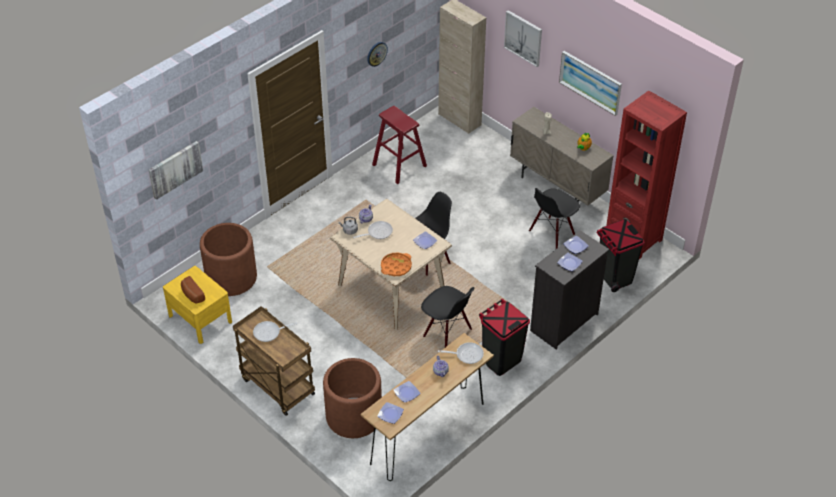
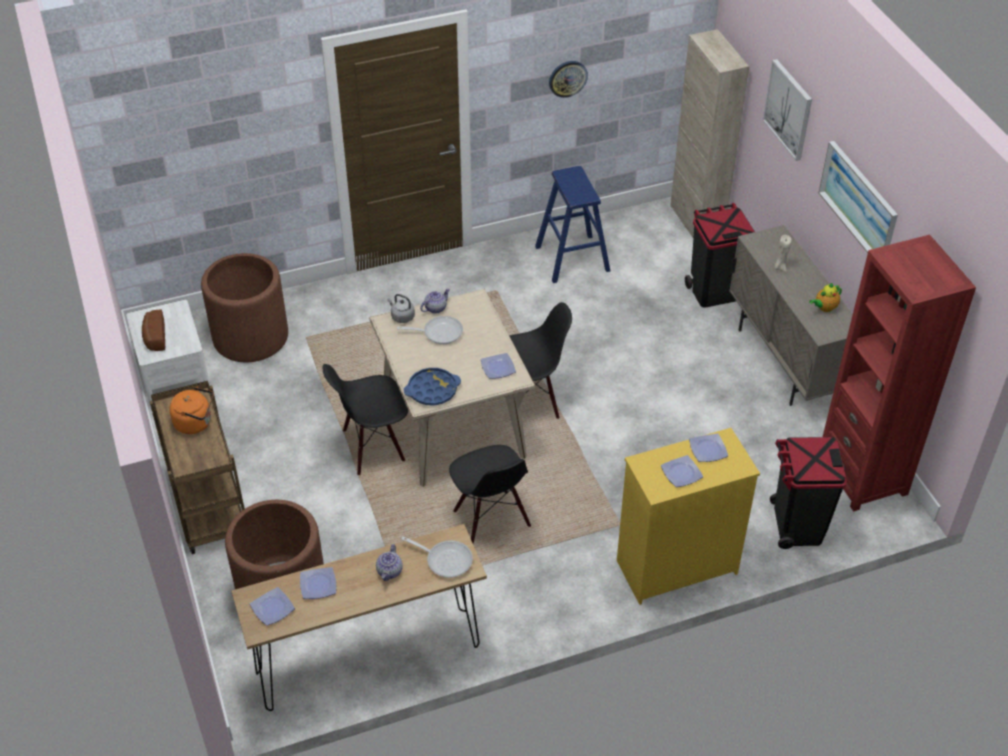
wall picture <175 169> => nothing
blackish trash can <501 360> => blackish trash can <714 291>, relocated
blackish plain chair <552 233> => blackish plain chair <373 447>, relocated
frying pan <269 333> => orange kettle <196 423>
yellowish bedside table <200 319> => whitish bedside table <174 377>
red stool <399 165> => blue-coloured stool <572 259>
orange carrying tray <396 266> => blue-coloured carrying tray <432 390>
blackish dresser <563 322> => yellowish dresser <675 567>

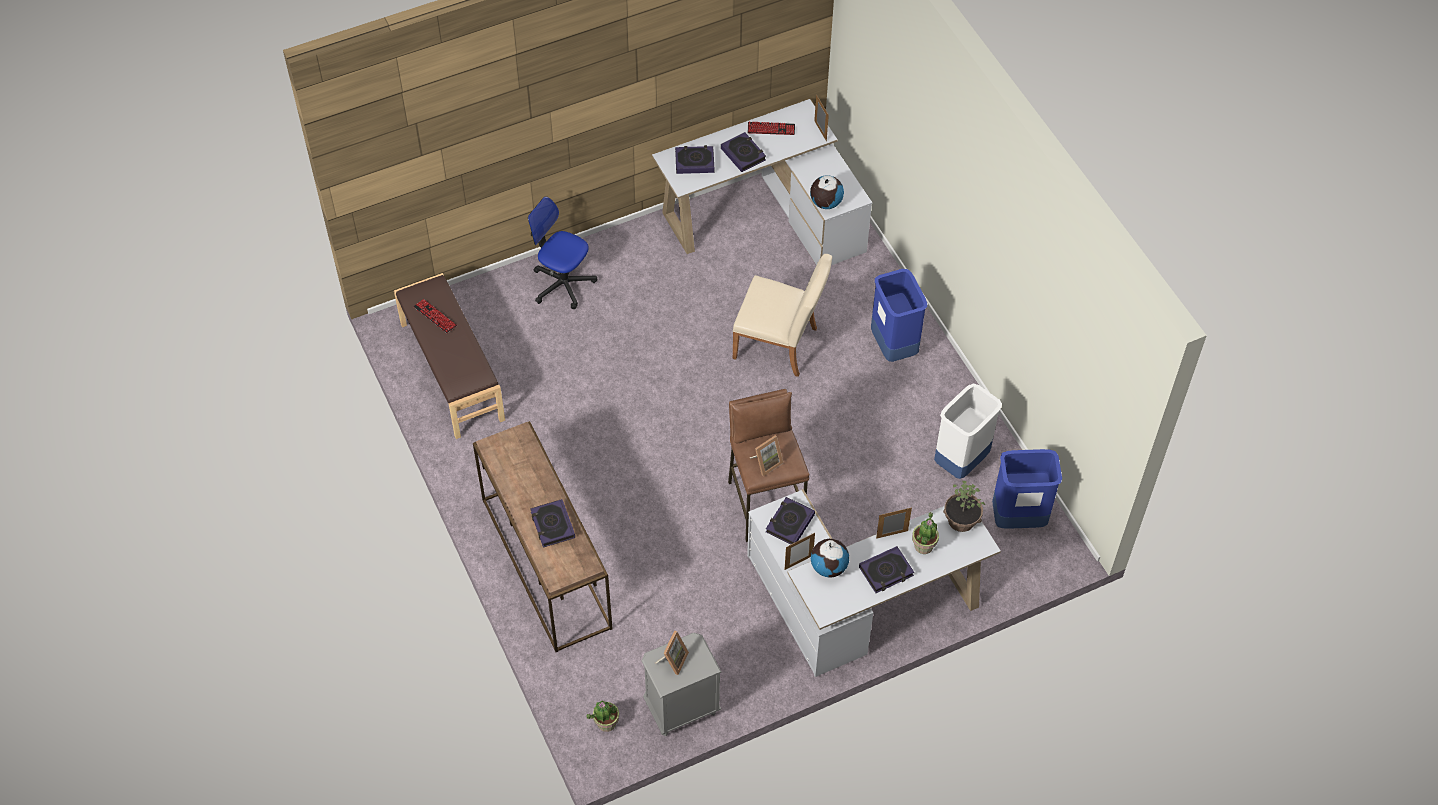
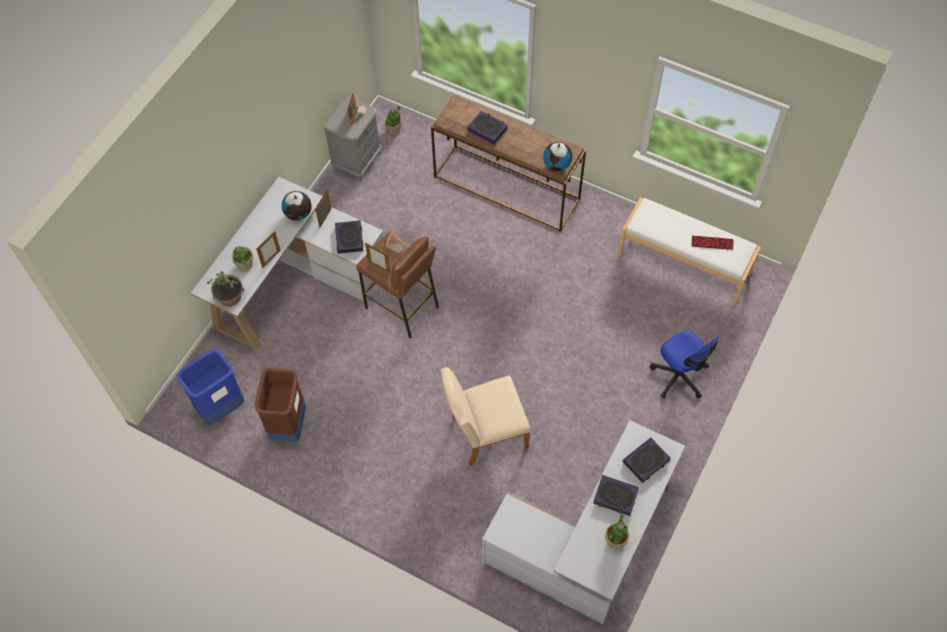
volume <886 572> => nothing
blue-coloured trash can <894 346> => nothing
desk globe <825 203> => desk globe <557 165>, relocated
picture frame <820 131> => picture frame <379 267>, relocated
computer keyboard <771 129> => houseplant <615 540>
brown-coloured indoor bench <451 372> => whitish indoor bench <684 263>
whitish trash can <961 462> => brown-coloured trash can <288 425>
office chair <563 283> => office chair <679 375>, 60 degrees clockwise

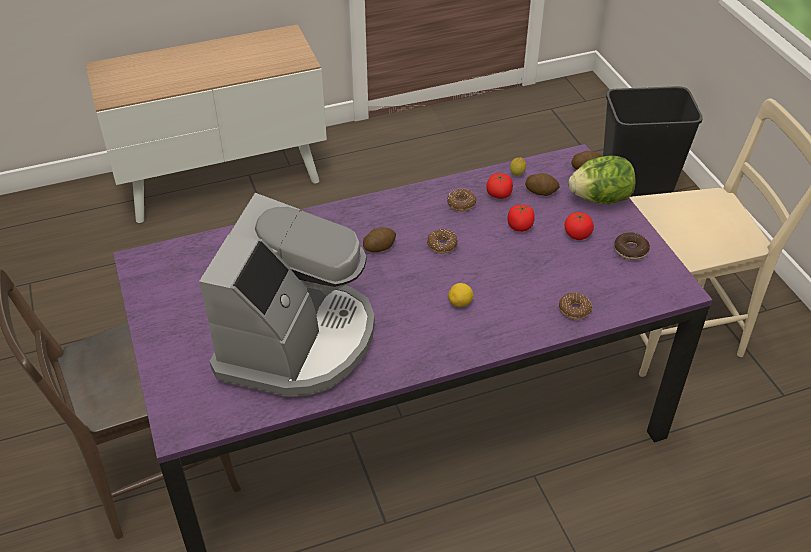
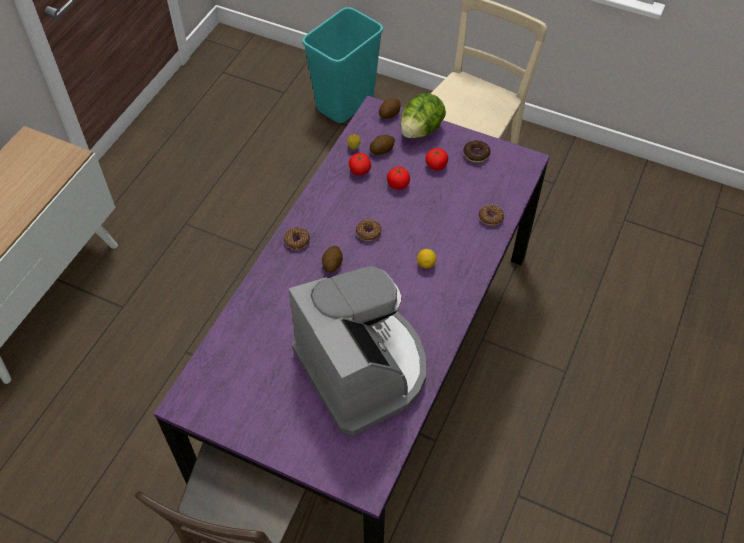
doughnut <461 204> => doughnut <297 241>, relocated
blackish trash can <634 193> => turquoise trash can <344 103>

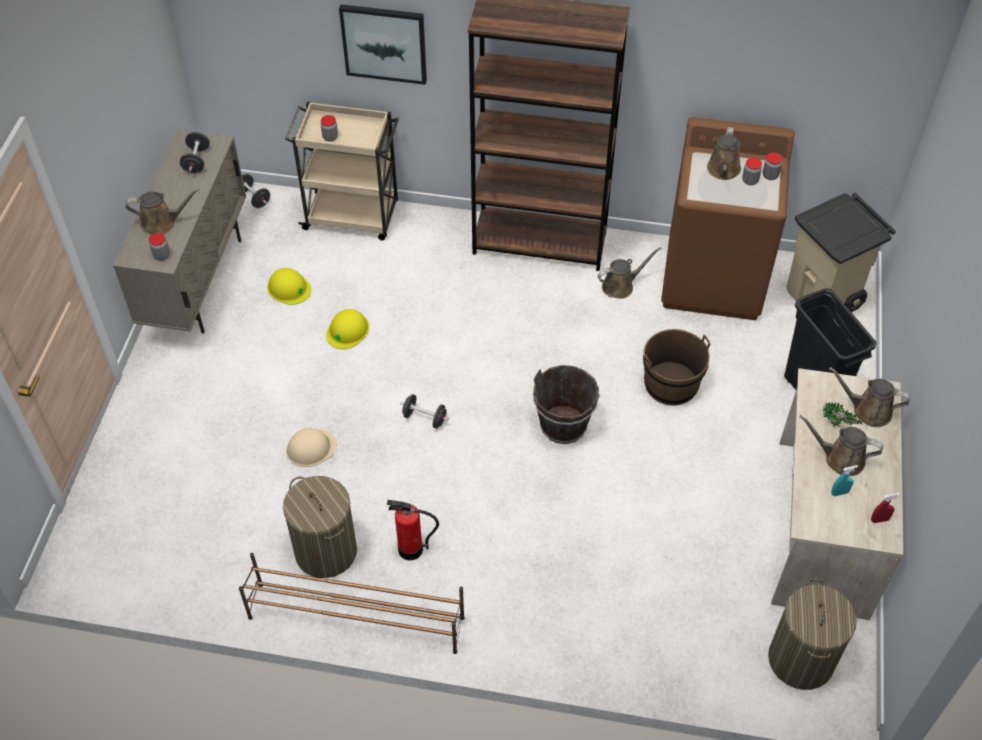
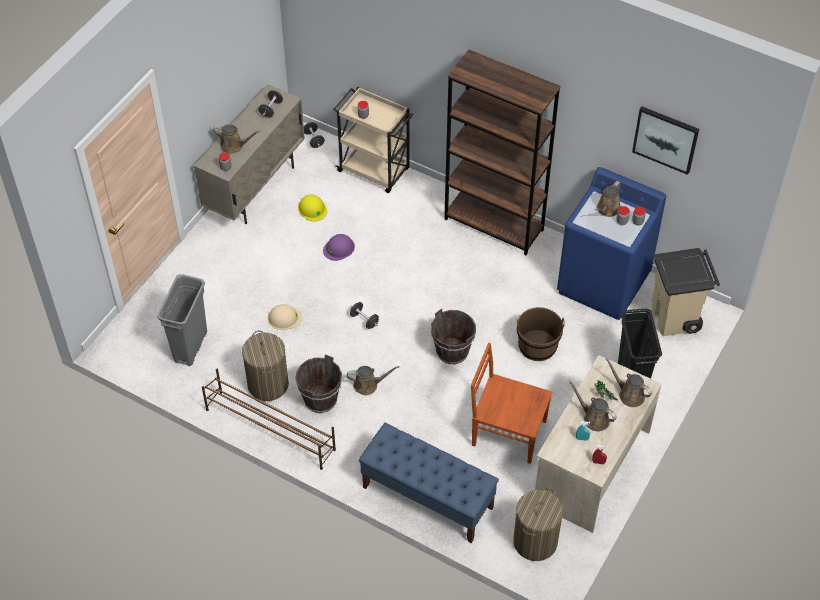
nothing => gray trash can <191 346>
nothing => blue-coloured indoor bench <427 497>
nothing => brown-coloured plain chair <507 432>
wall picture <384 43> => wall picture <665 139>, relocated
brown-coloured watering can <620 286> => brown-coloured watering can <368 385>, relocated
extinguisher <410 549> => brown-coloured pail <320 399>
yellowish work helmet <347 330> => purple work helmet <339 248>
brown-coloured washing machine <714 278> => blue-coloured washing machine <604 283>

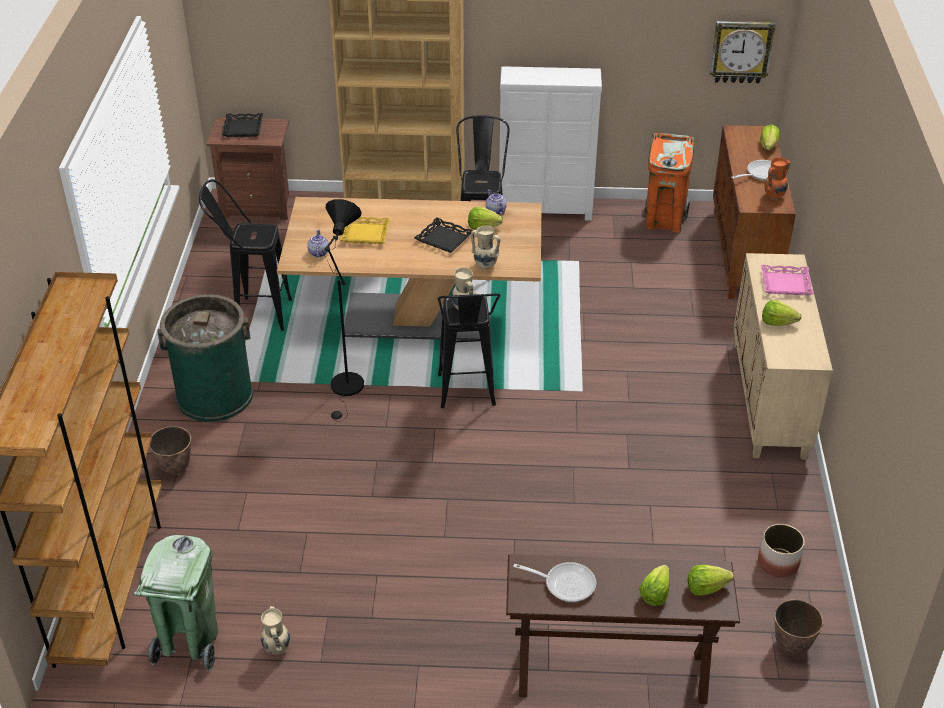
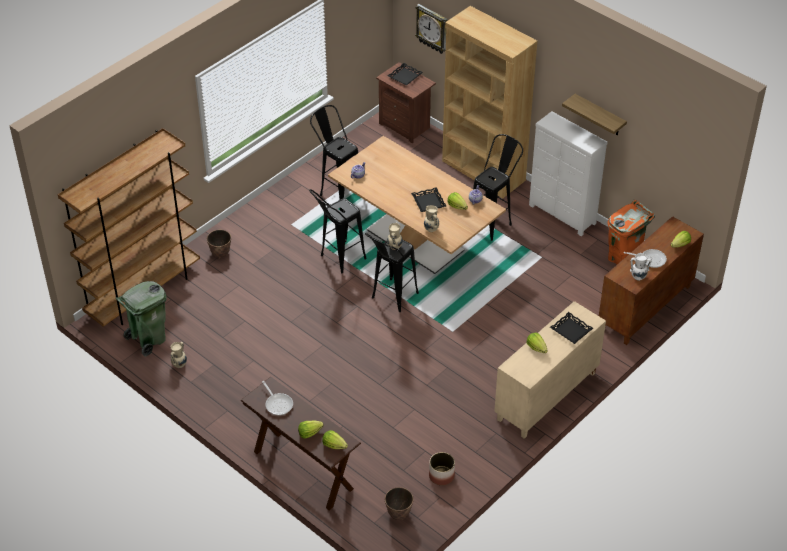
green trash can <214 395> => nothing
yellowish carrying tray <365 233> => nothing
nothing => shelf <599 115>
clock on the wall <741 51> => clock on the wall <432 29>, relocated
blackish standing lamp <347 389> => blackish stool <338 260>
pink-coloured carrying tray <785 284> => blackish carrying tray <570 330>
orange decorative vase <773 196> => whitish decorative vase <638 277>

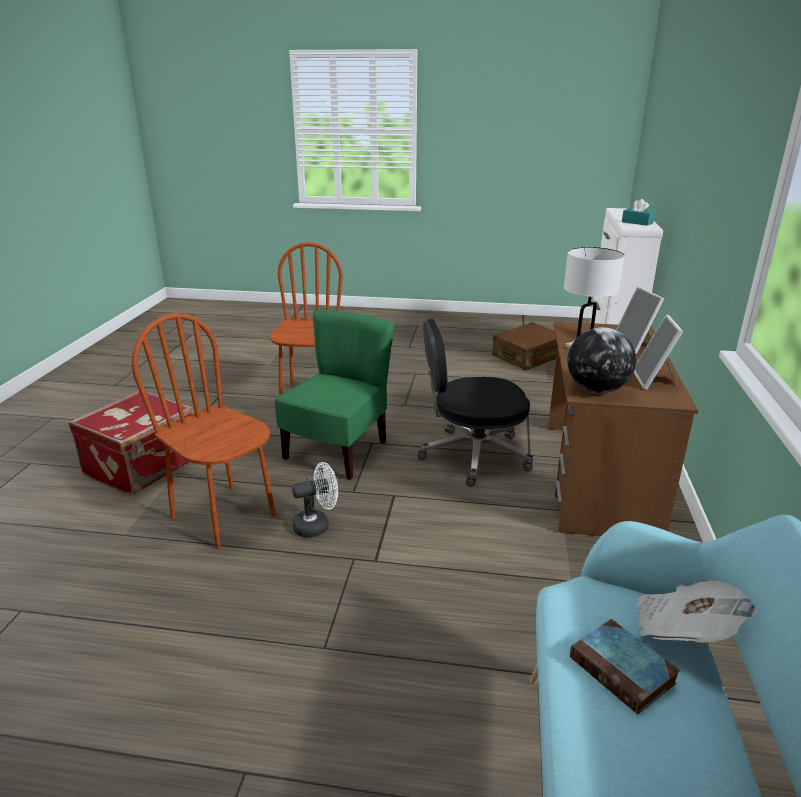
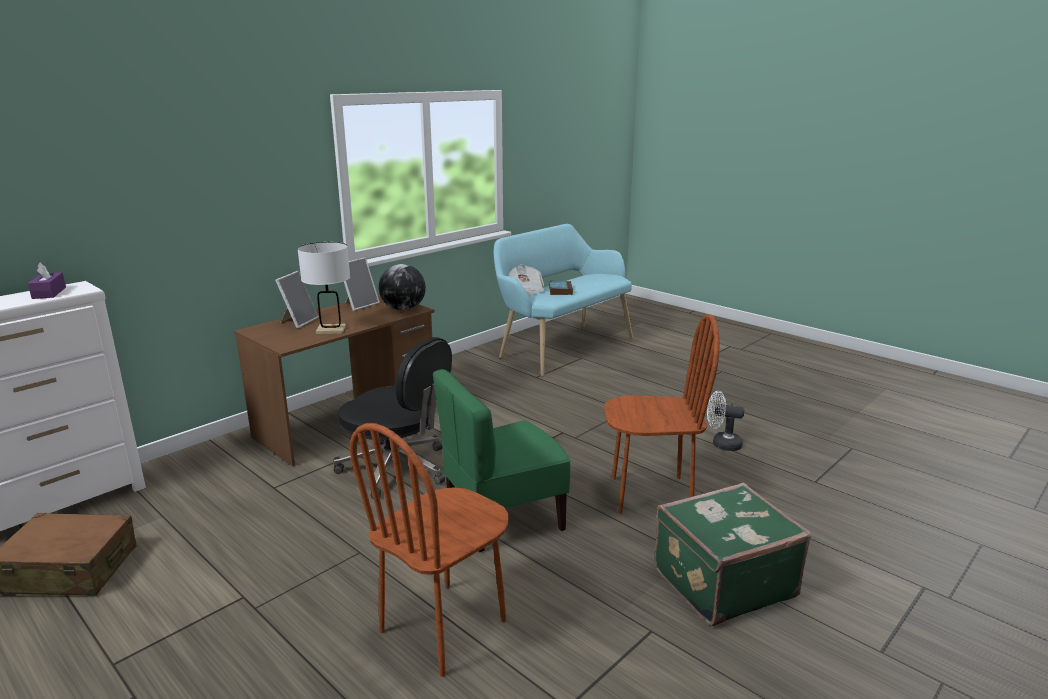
whitish fan <317 525> => whitish fan <721 444>, relocated
red travel case <144 467> => green travel case <721 581>
turquoise tissue holder <637 222> => purple tissue holder <49 293>
brown-coloured plain chair <224 516> => brown-coloured plain chair <651 495>, 75 degrees counterclockwise

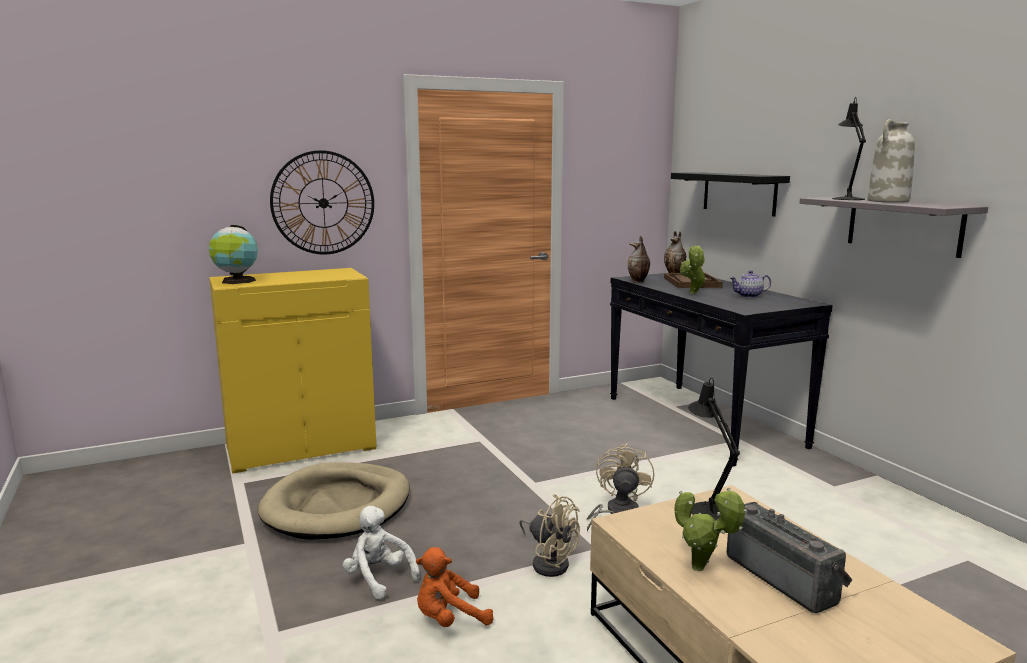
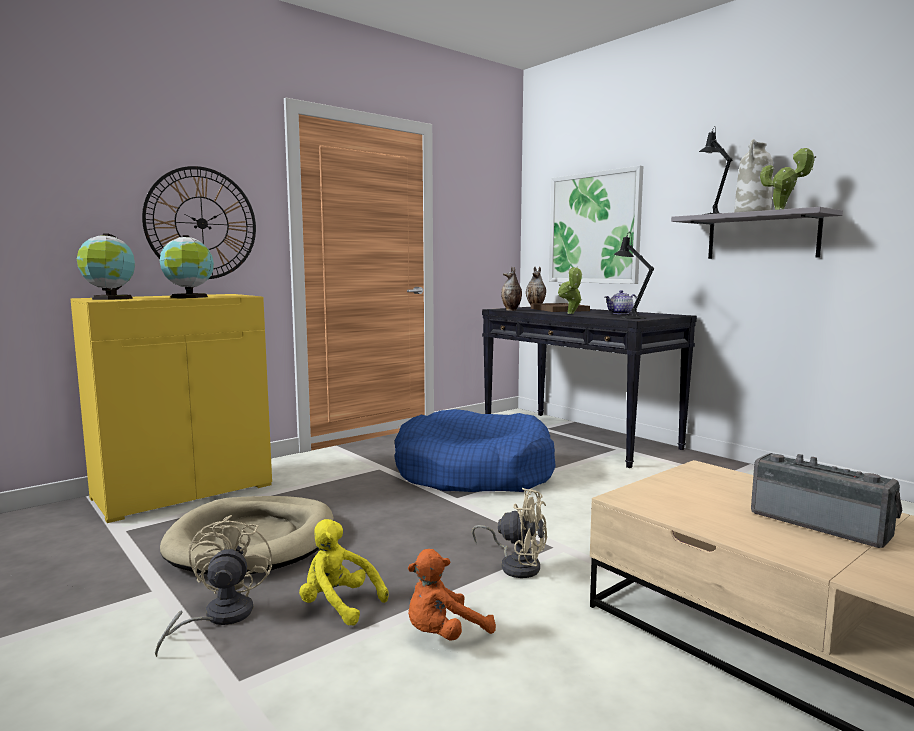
nothing => desk globe <189 297>
nothing => blue-coloured dog bed <473 472>
sand-coloured fan <616 512> => sand-coloured fan <219 617>, relocated
houseplant <702 569> => houseplant <783 209>, relocated
blackish lamp for a table <708 509> => blackish lamp for a table <630 317>, relocated
blackish shelf <739 193> => wall picture <594 228>
whitish soft toy <378 578> => yellowish soft toy <338 605>

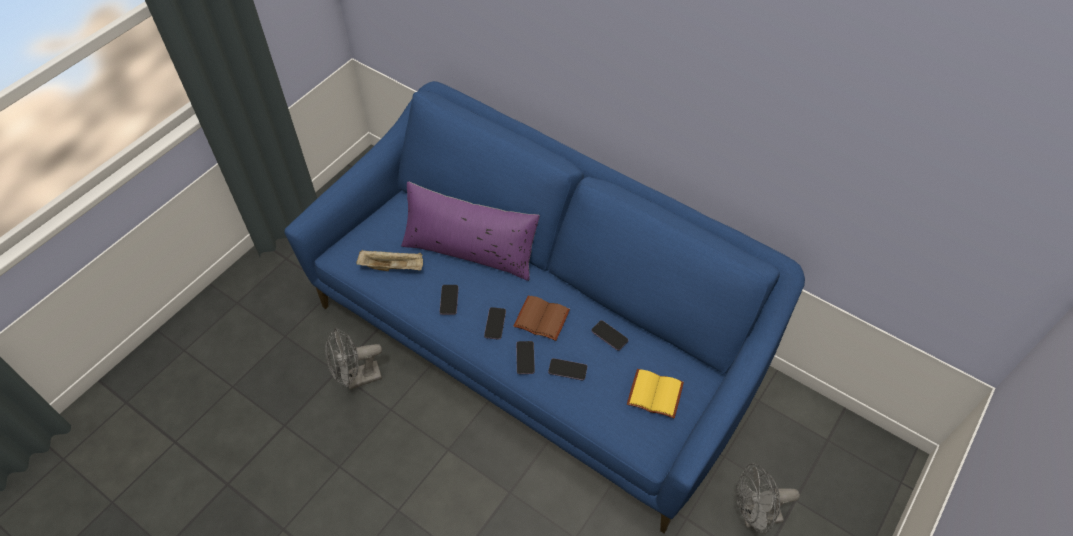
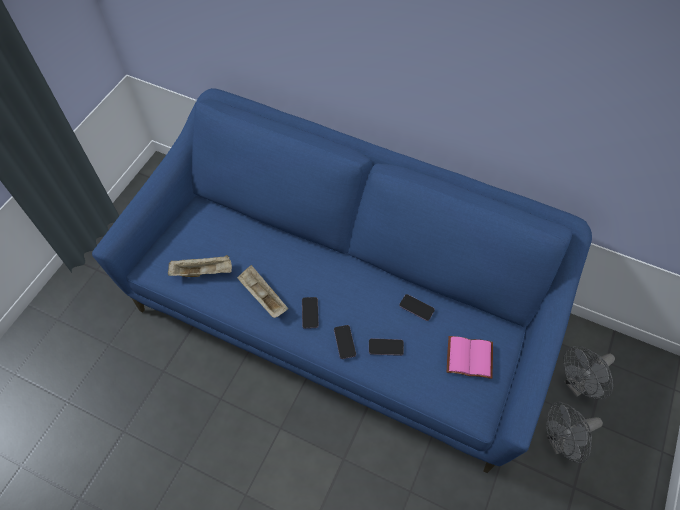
purple throw pillow <470 250> => nothing
brown-coloured volume <540 319> => nothing
gray fan <357 379> => gray fan <577 385>, relocated
telephone <449 300> => sand-coloured carrying tray <262 296>
yellowish volume <656 393> => pink-coloured volume <470 356>

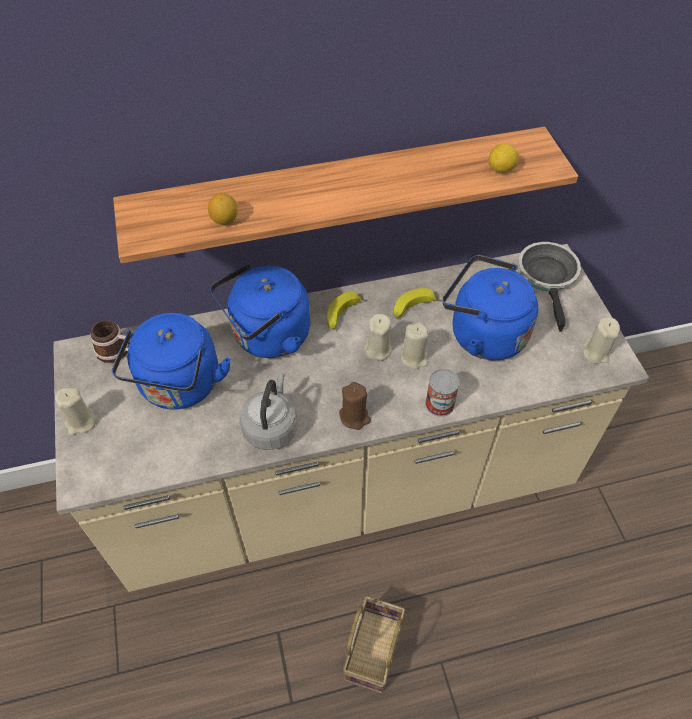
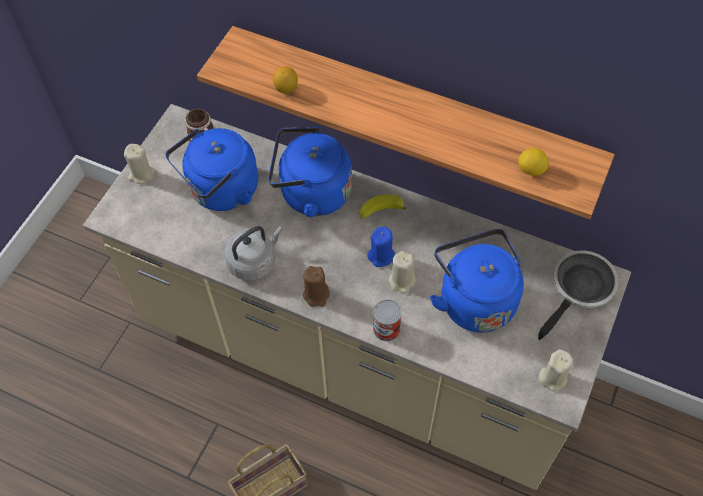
banana fruit <412 308> => nothing
sand-coloured wax candle <377 349> => blue-coloured wax candle <381 256>

